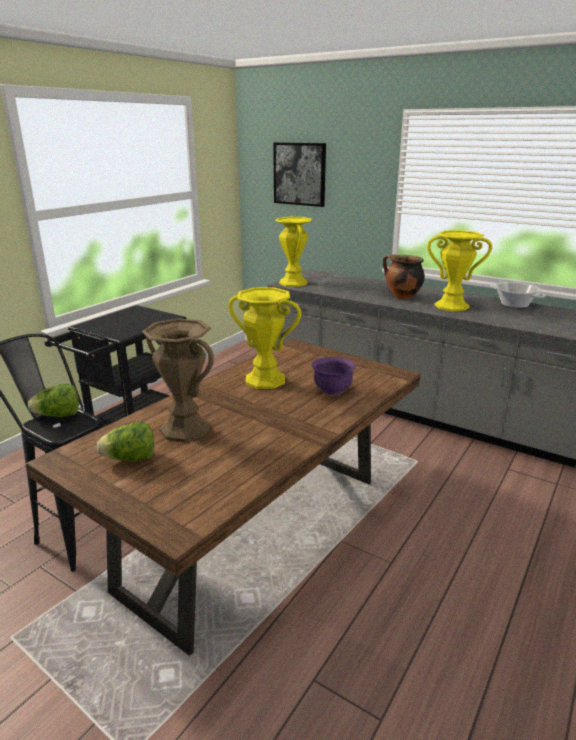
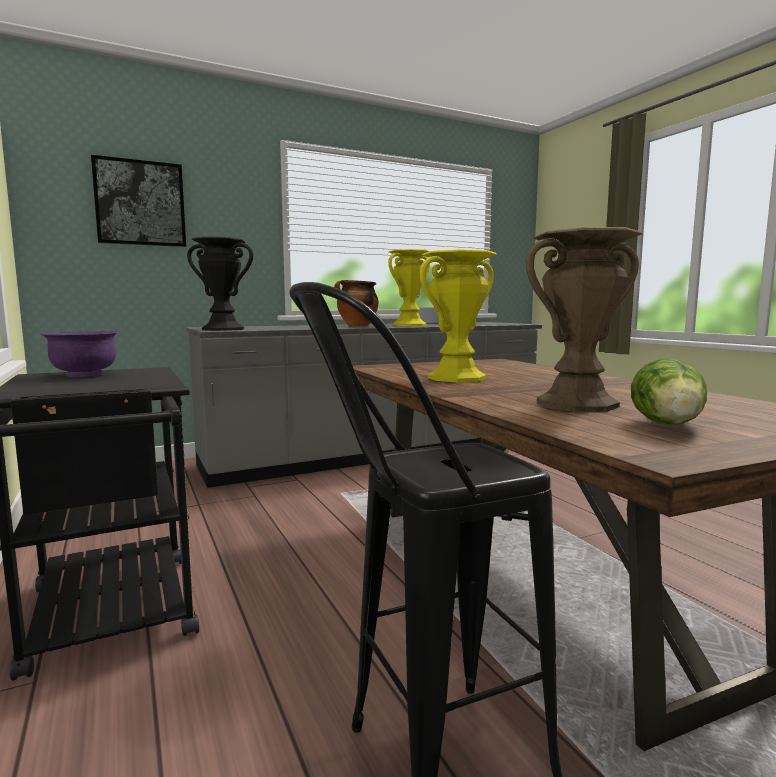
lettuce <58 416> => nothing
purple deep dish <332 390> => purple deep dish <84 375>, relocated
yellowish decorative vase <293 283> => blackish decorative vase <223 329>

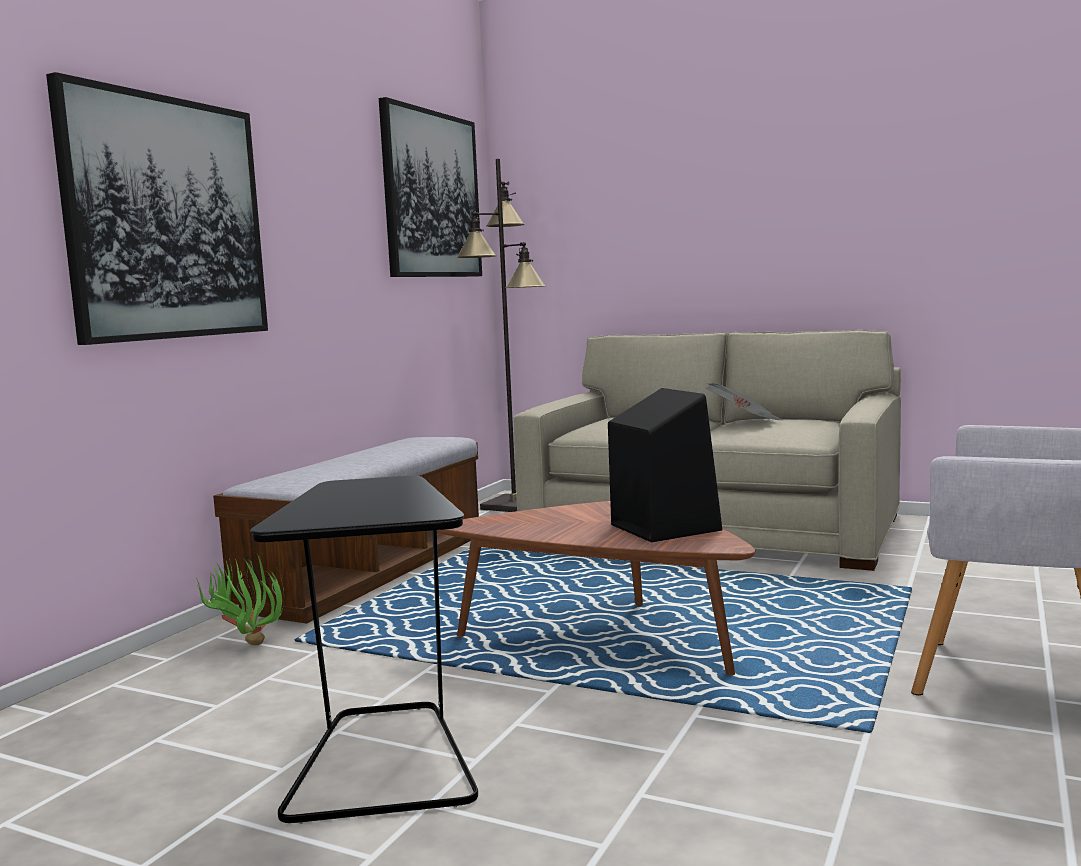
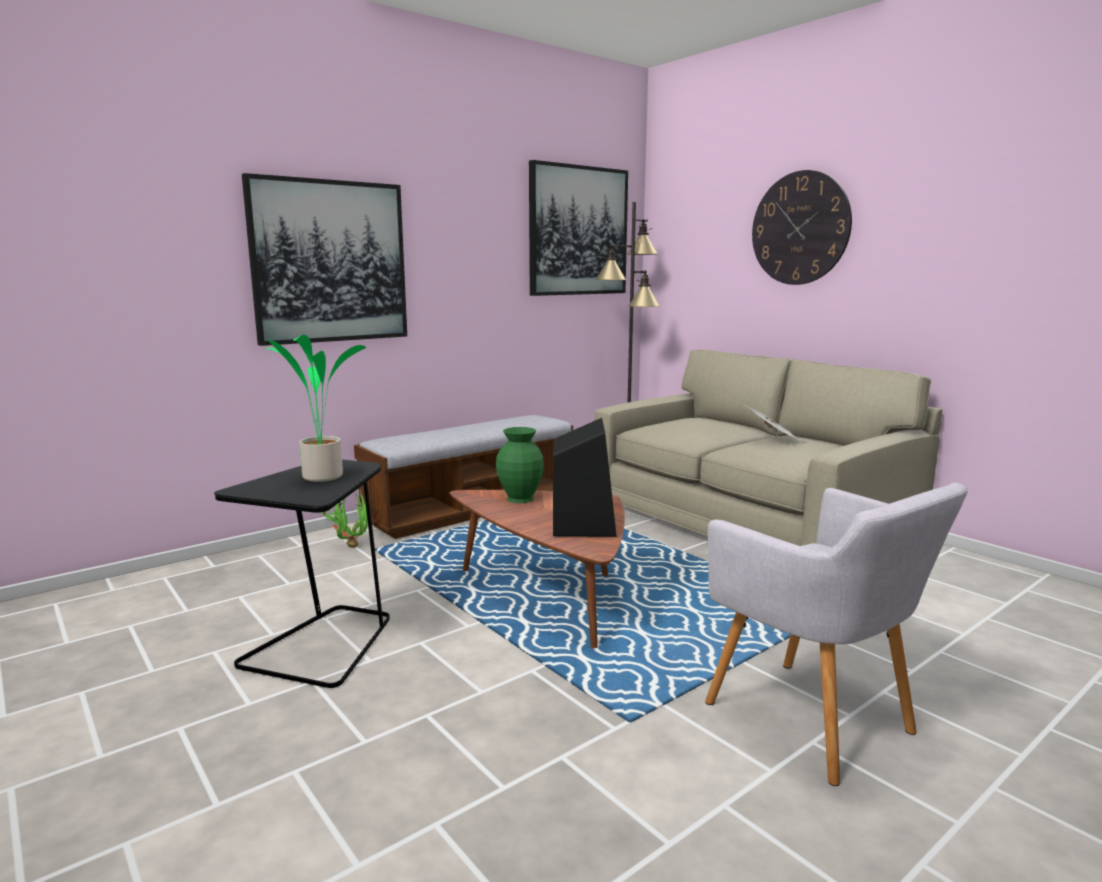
nothing => houseplant <319 477>
nothing => green decorative vase <521 499>
nothing => clock on the wall <800 228>

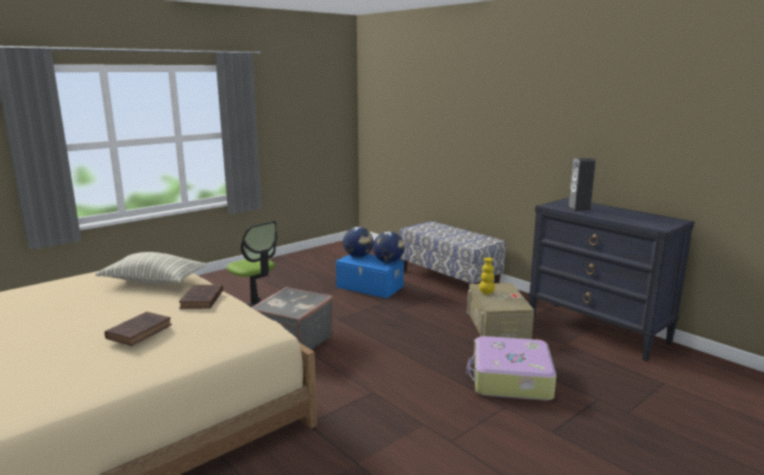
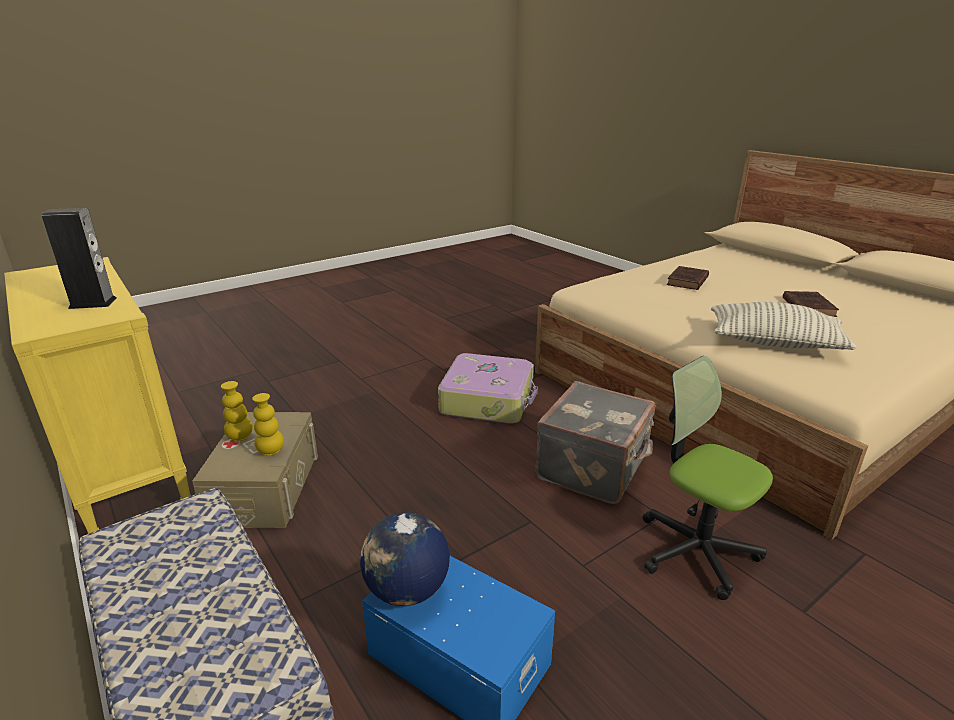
desk globe <358 256> => nothing
nothing => yellowish decorative vase <240 437>
brown-coloured volume <201 300> => brown-coloured volume <807 306>, relocated
travel case <510 379> => travel case <488 400>, relocated
blackish dresser <597 330> => yellowish dresser <124 469>

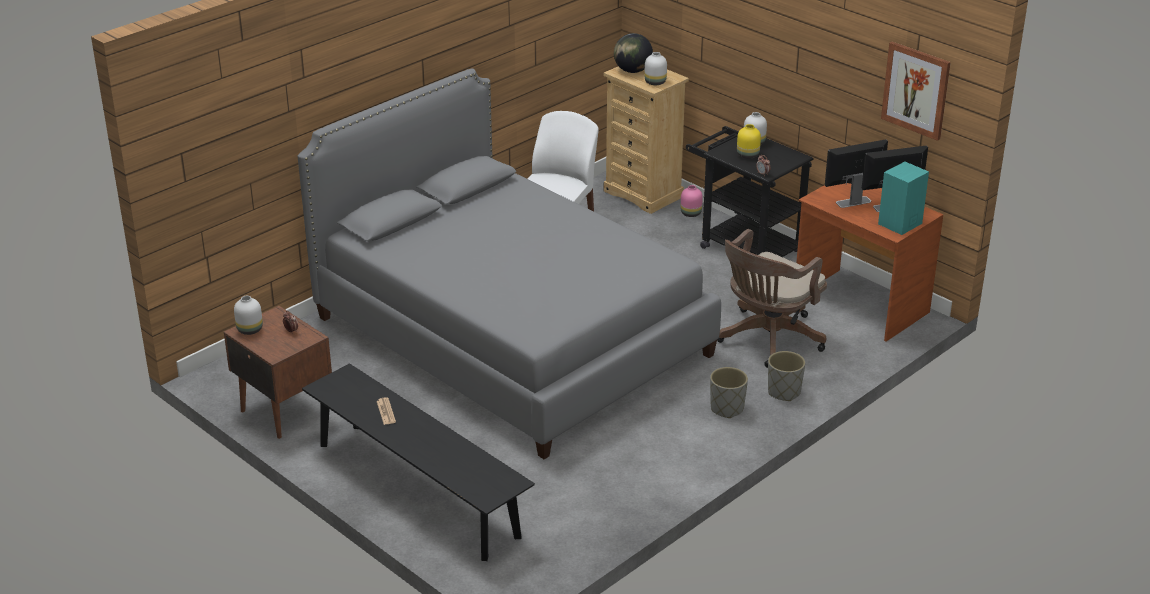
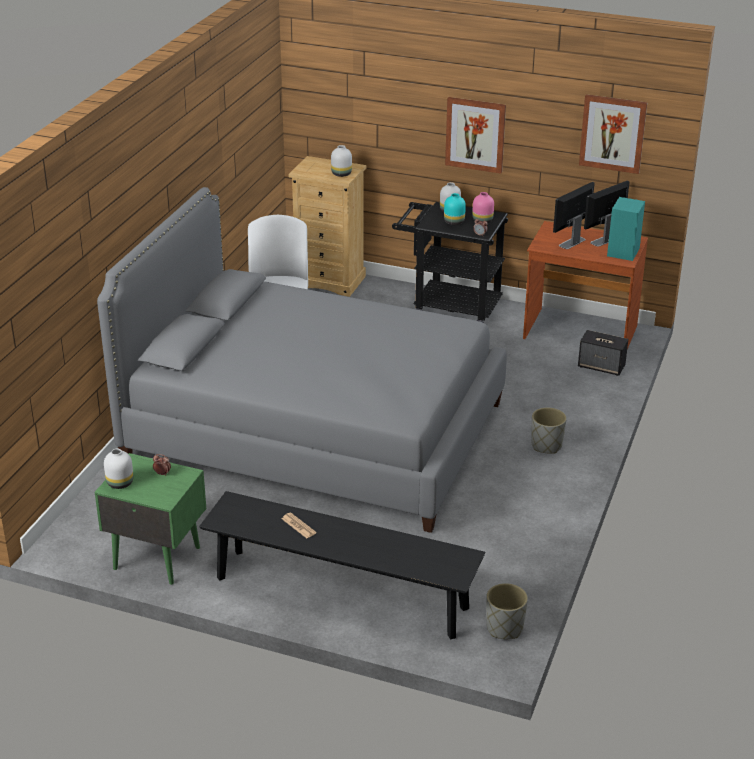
desk globe <632 71> => nothing
brown-coloured office chair <767 340> => nothing
nothing => wall picture <475 134>
nothing => speaker <602 366>
pink-coloured decorative vase <691 213> => pink-coloured decorative vase <482 220>, relocated
gray flower pot <784 392> => gray flower pot <505 628>, relocated
brown-coloured bedside table <283 411> => green bedside table <156 557>
yellowish decorative vase <747 155> => turquoise decorative vase <453 222>

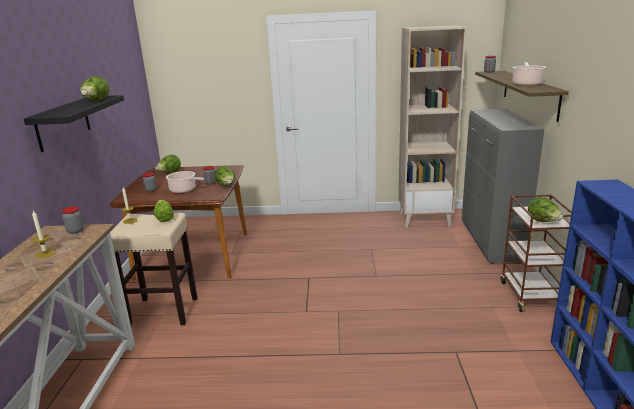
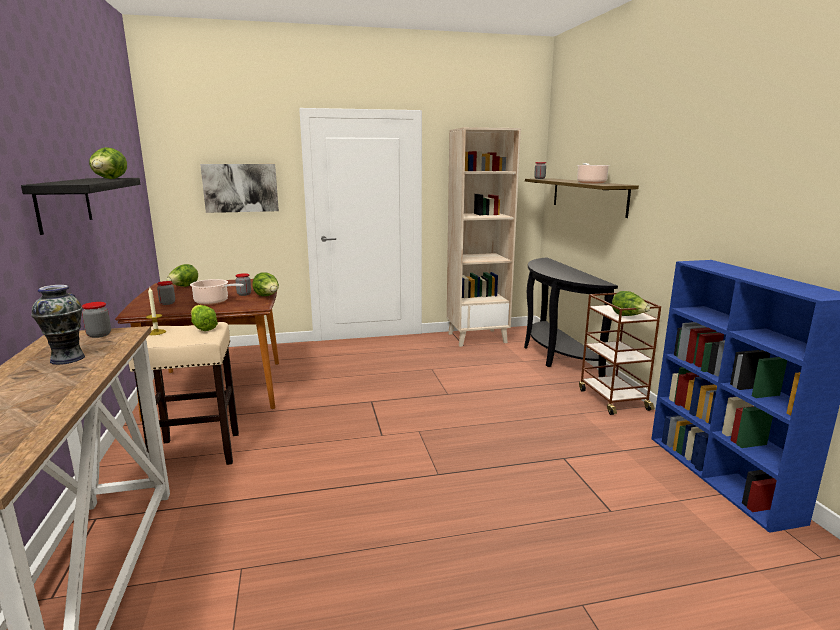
nothing => wall picture <240 188>
wax candle <45 254> => decorative vase <68 359>
gray cabinet <491 242> => blackish narrow table <554 355>

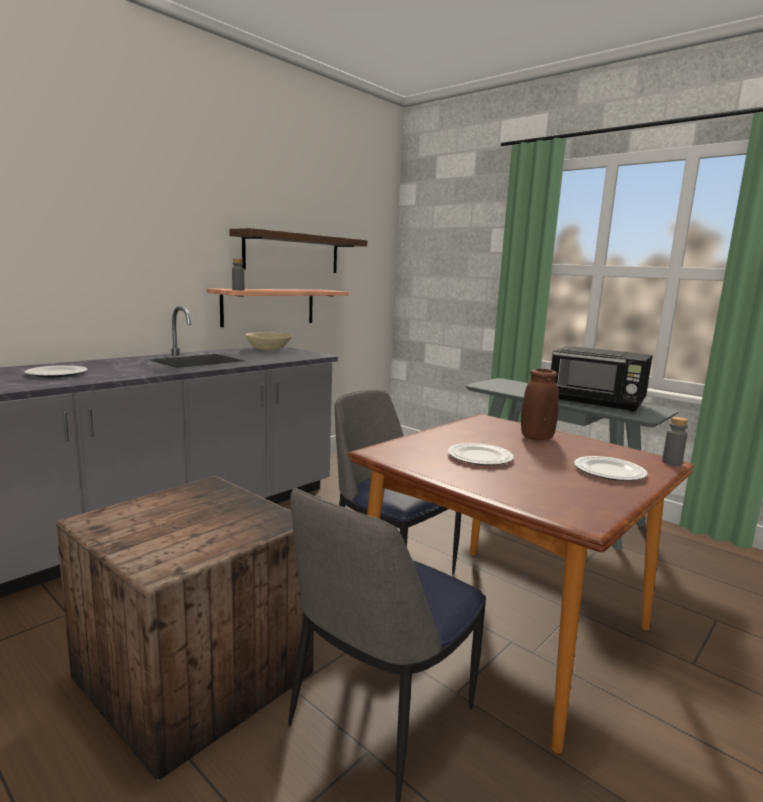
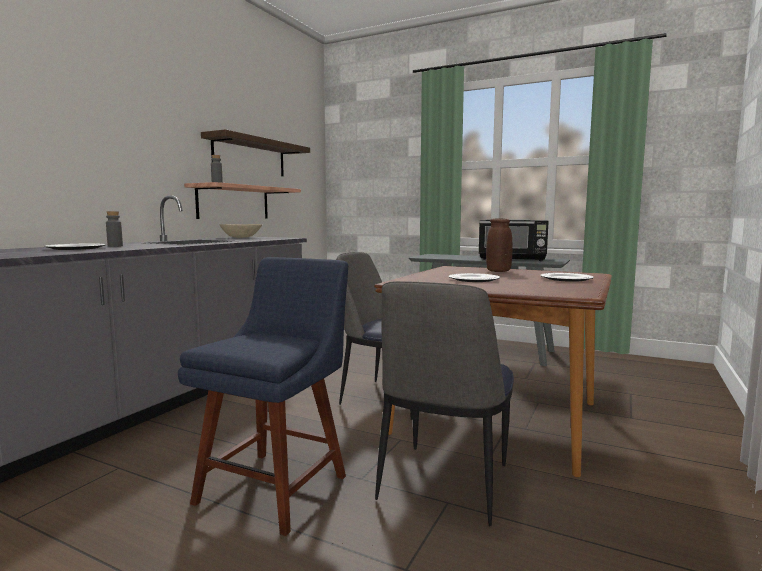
gray beverage bottle <671 463> => gray beverage bottle <115 246>, relocated
packing crate <198 676> => blue-coloured plain chair <277 485>

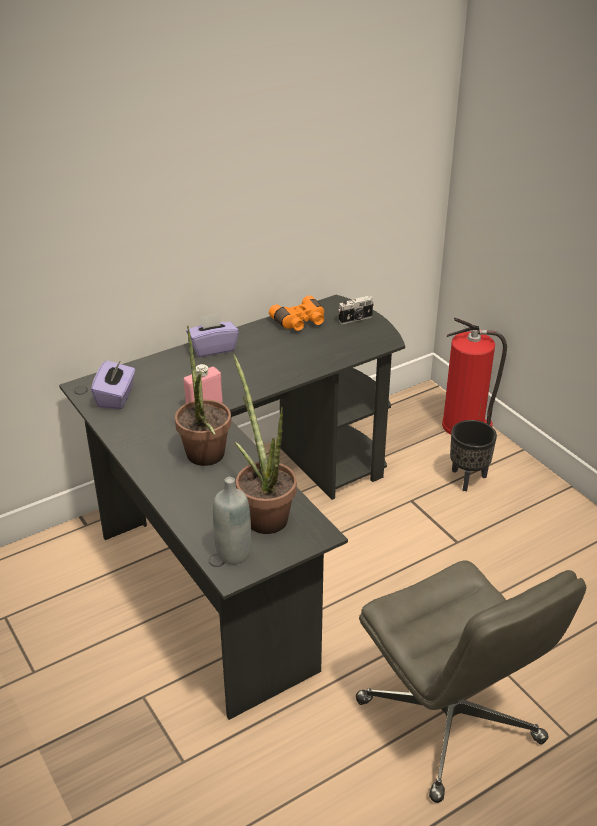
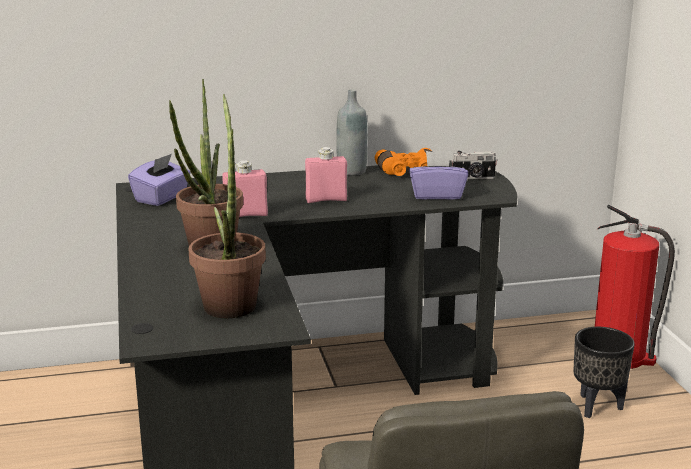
nothing => pink-coloured beverage bottle <326 200>
purple tissue holder <213 348> => purple tissue holder <437 195>, relocated
gray beverage bottle <233 553> => gray beverage bottle <351 171>, relocated

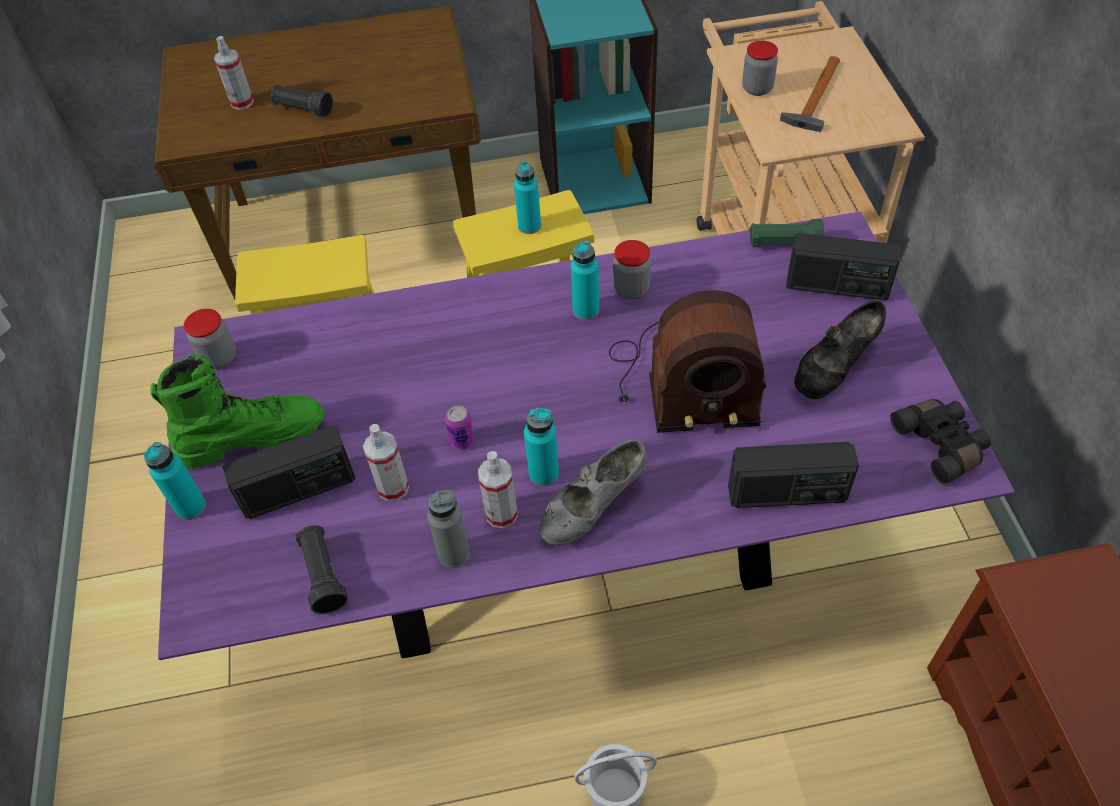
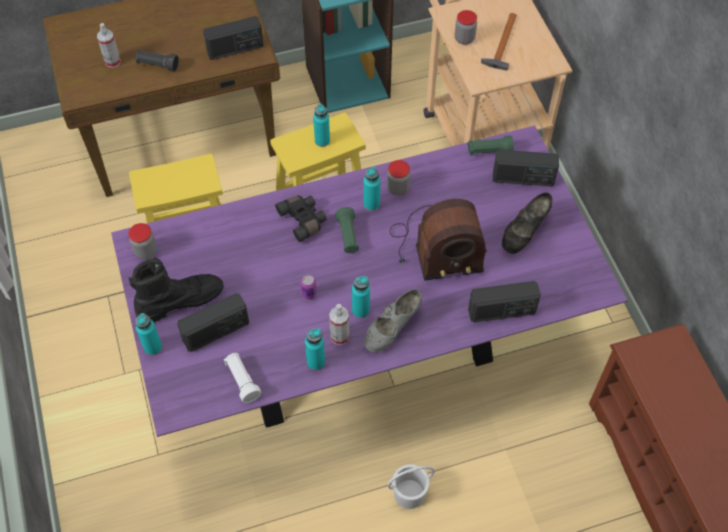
spray bottle <393 487> => nothing
nothing => radio set <235 49>
nothing => green flashlight <348 236>
blackish pair of binoculars <941 444> => blackish pair of binoculars <303 220>, relocated
green tall boot <252 436> => blackish tall boot <179 300>
blackish flashlight <323 575> => whitish flashlight <242 381>
gray beverage bottle <454 554> => turquoise beverage bottle <316 362>

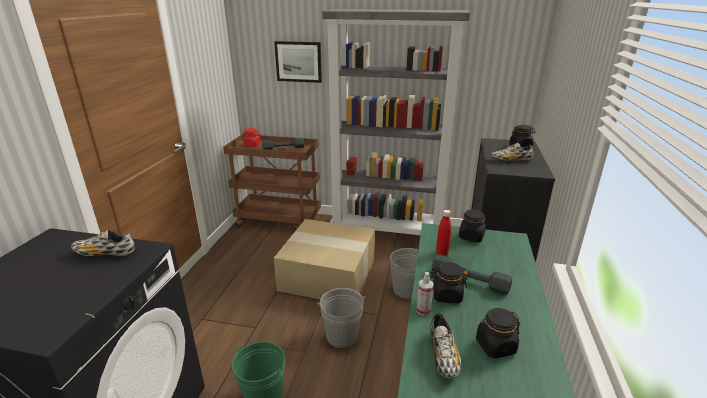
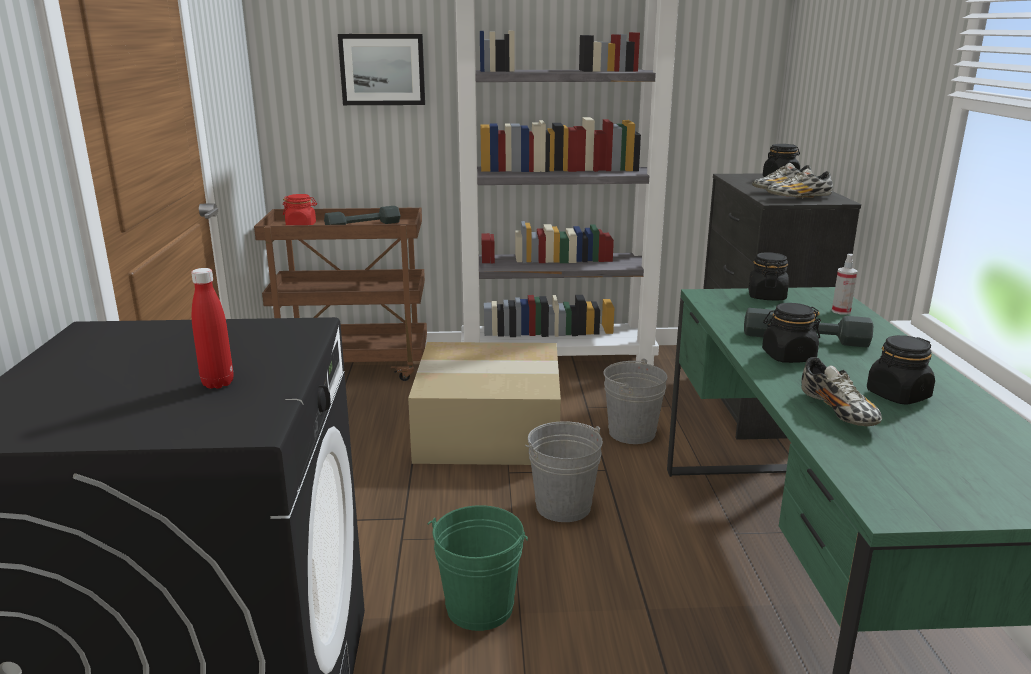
item of footwear <105 254> => item of footwear <798 198>, relocated
spray bottle <423 310> => spray bottle <841 311>, relocated
red beverage bottle <442 252> => red beverage bottle <218 383>, relocated

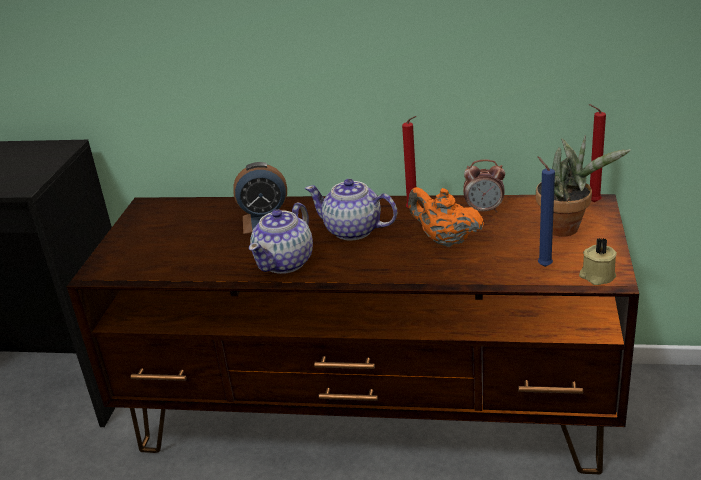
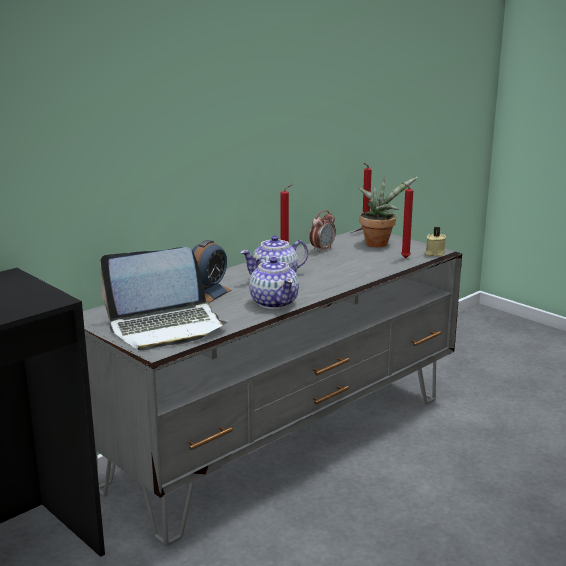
orange tea pot <445 240> => nothing
nothing => portable computer <166 327>
brown-coloured media console <370 415> => gray media console <283 441>
blue-coloured wax candle <543 265> => red wax candle <403 258>

